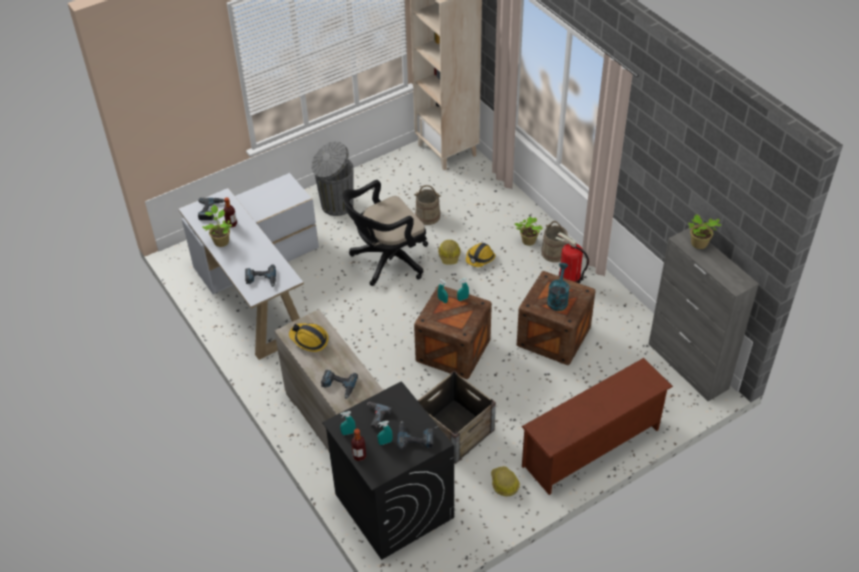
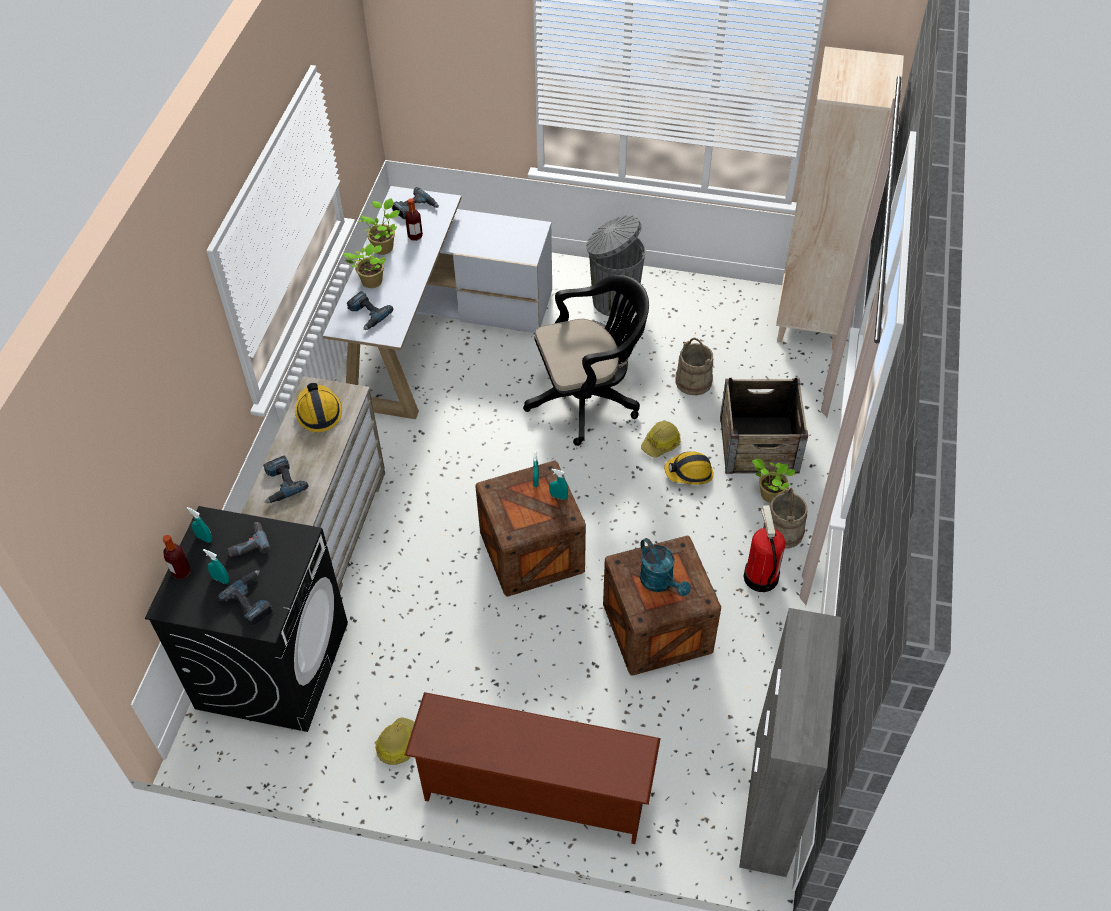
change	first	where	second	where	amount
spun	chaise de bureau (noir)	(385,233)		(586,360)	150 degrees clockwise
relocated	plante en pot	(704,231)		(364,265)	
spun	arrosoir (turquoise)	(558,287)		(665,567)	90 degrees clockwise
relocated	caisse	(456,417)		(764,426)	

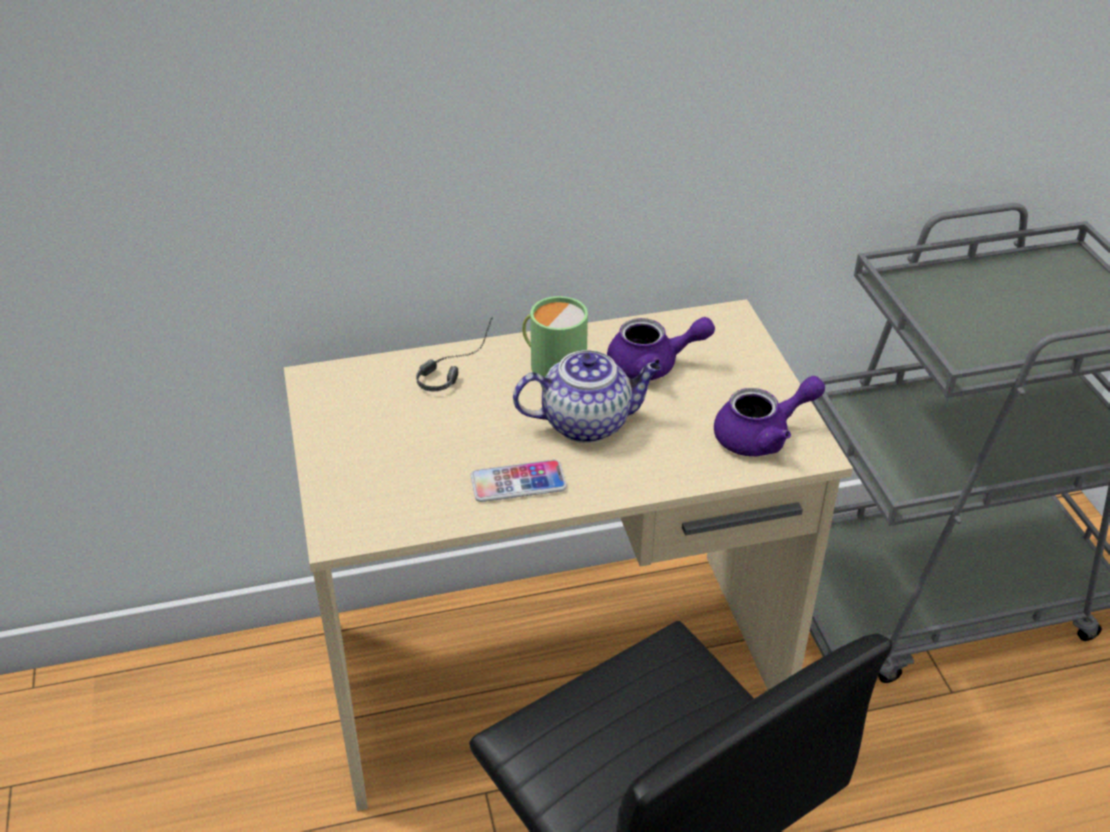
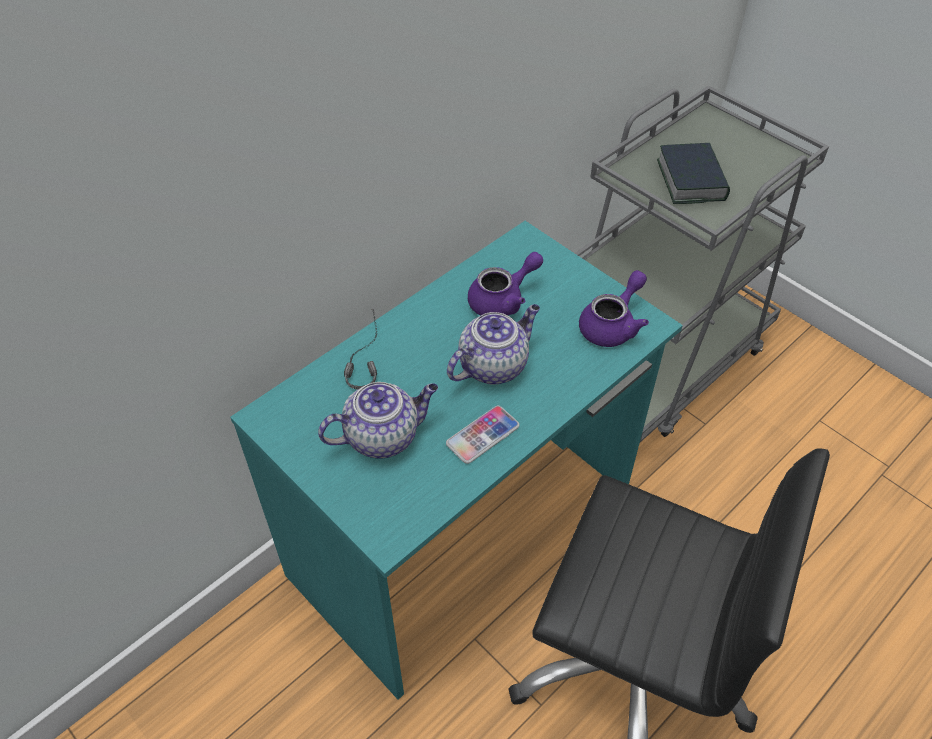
change	first	where	second	where	amount
missing	mug (vert)	(555,336)			
colour	bureau (beige)	(568,555)	bureau (turquoise)	(456,460)	
appeared			livre	(693,173)	
appeared			théière	(378,420)	

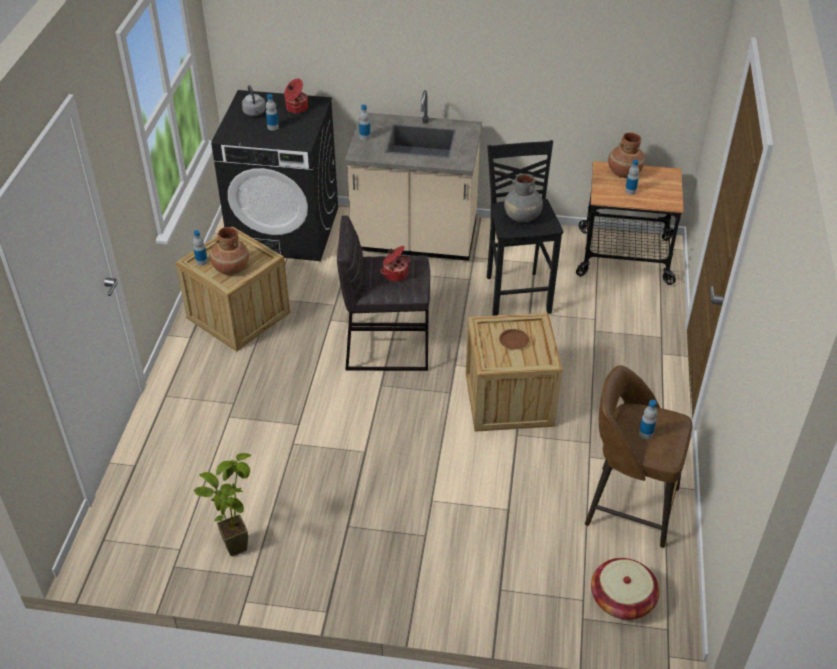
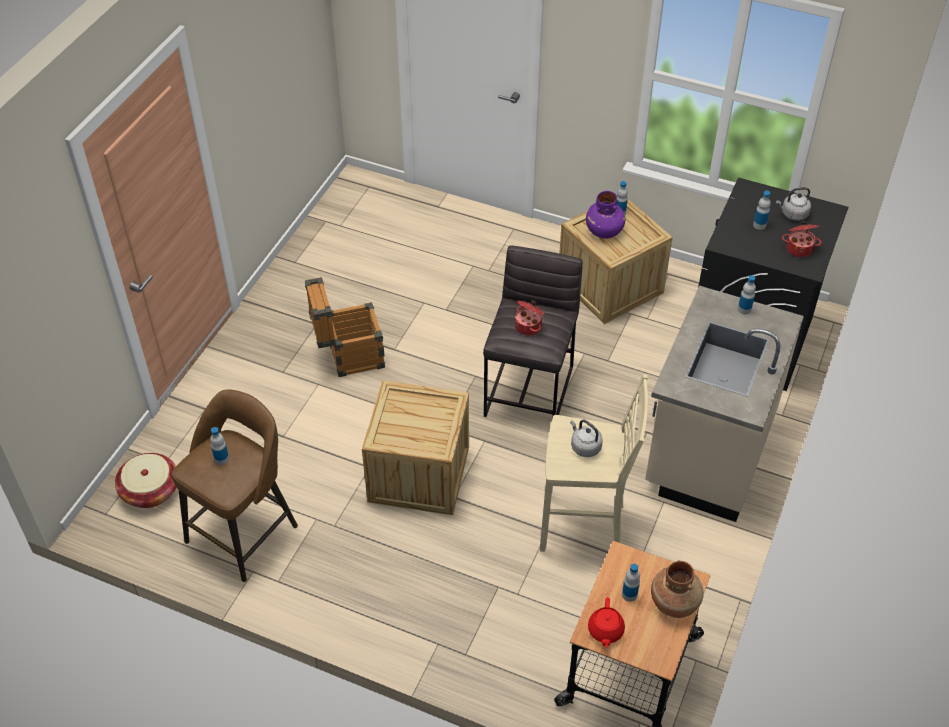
change	first	where	second	where	amount
colour	tabouret (noir)	(525,228)	tabouret (beige)	(594,463)	
exchanged	vase (gris)	(523,198)	bouilloire (gris)	(586,438)	
colour	vase (marron)	(229,251)	vase (violet)	(605,215)	
missing	assiette (marron)	(514,339)			
missing	plante en pot	(222,504)			
appeared			caisse	(345,327)	
appeared			théière (rouge)	(606,622)	

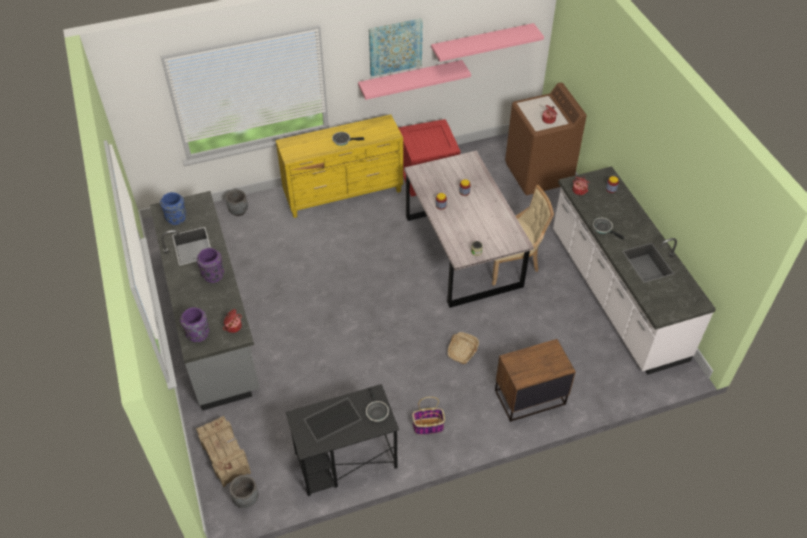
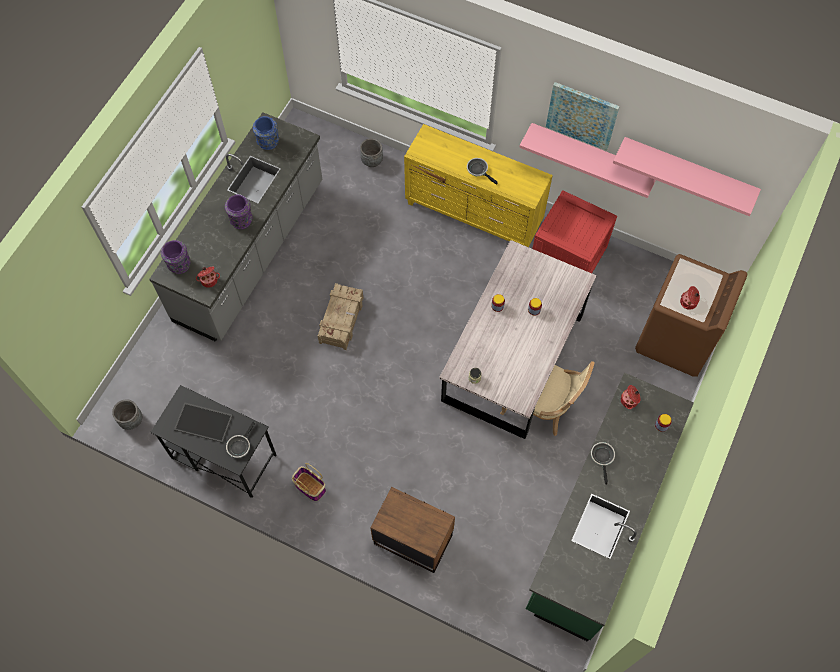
change	first	where	second	where	amount
colour	comptoir de cuisine (blanc)	(634,270)	comptoir de cuisine (vert)	(610,507)	
missing	panier	(463,348)			
relocated	caisse	(223,451)		(340,316)	

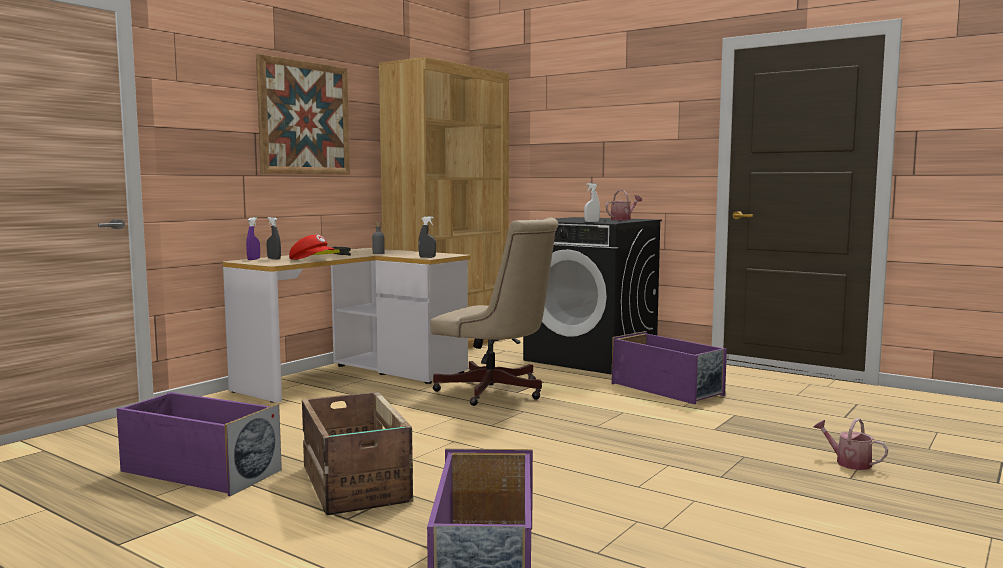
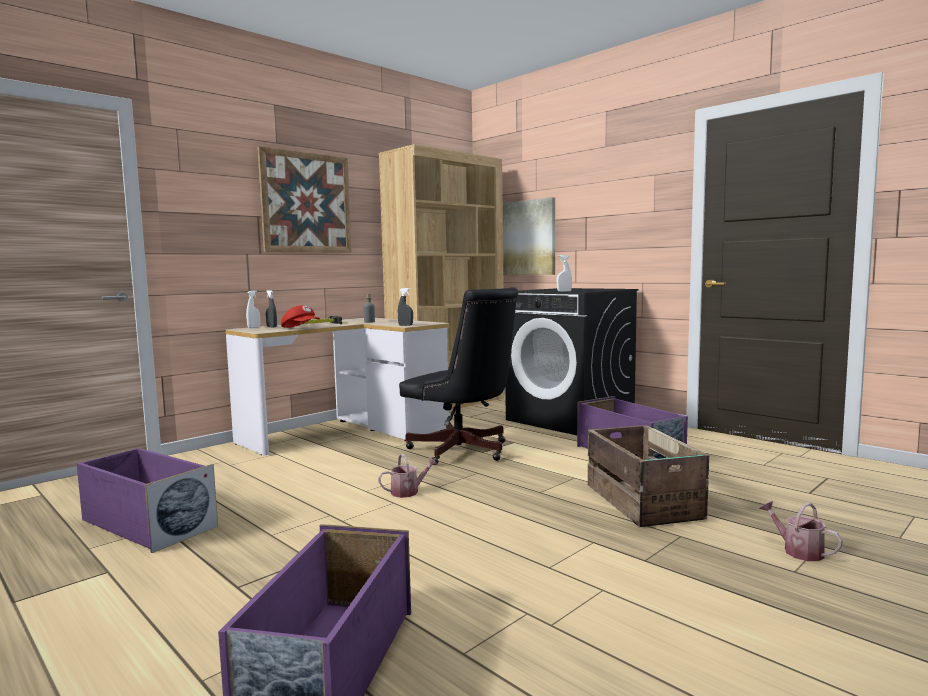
change	first	where	second	where	amount
relocated	arrosoir	(624,205)		(408,475)	
colour	vaporisateur (violet)	(253,238)	vaporisateur (blanc)	(253,309)	
colour	chaise de bureau (beige)	(494,311)	chaise de bureau (noir)	(459,375)	
relocated	caisse	(357,453)		(648,476)	
appeared			tableau	(529,236)	

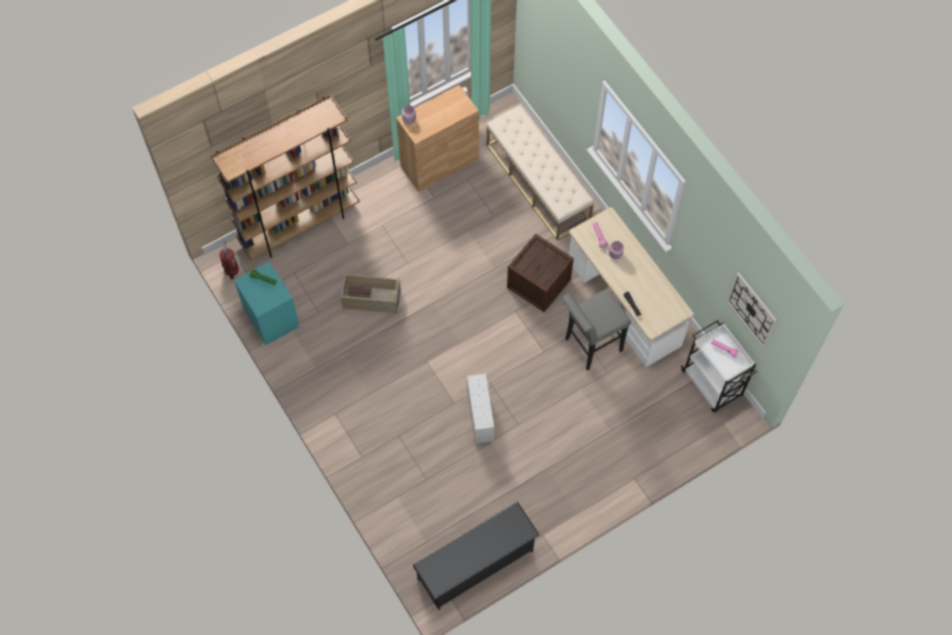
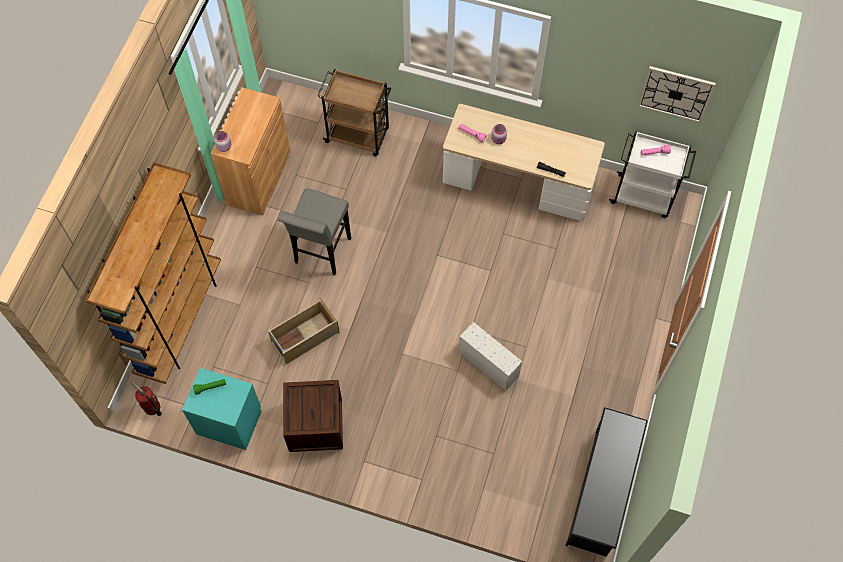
change	first	where	second	where	amount
exchanged	banc (beige)	(540,172)	chariot (marron)	(354,112)	
relocated	caisse	(540,272)		(313,416)	
relocated	tabouret (gris)	(596,330)		(314,231)	

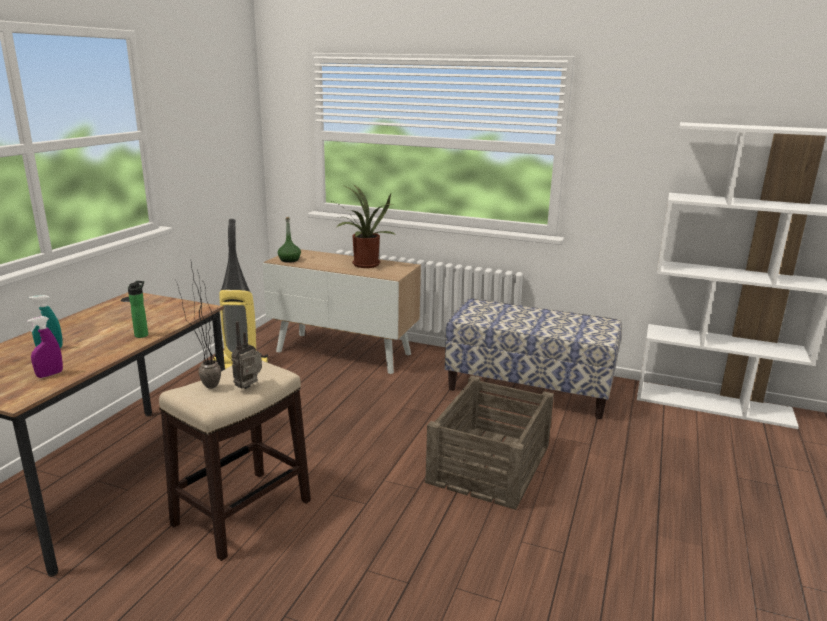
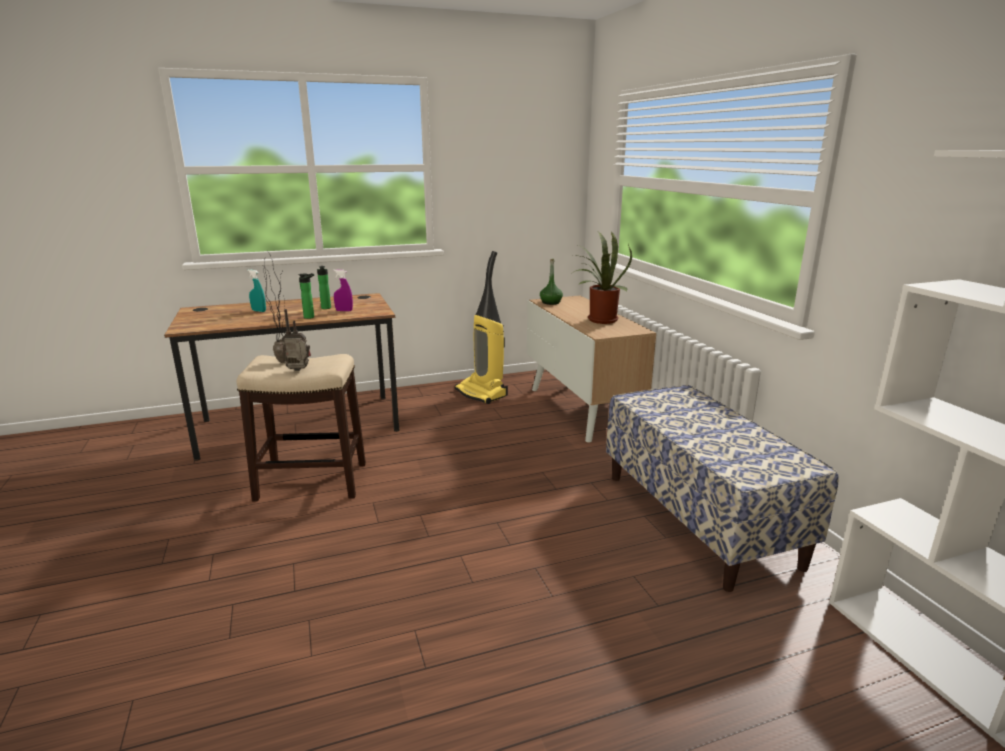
change	first	where	second	where	amount
relocated	vaporisateur (violet)	(45,347)		(343,290)	
missing	caisse	(489,443)			
appeared			bouteille	(324,287)	

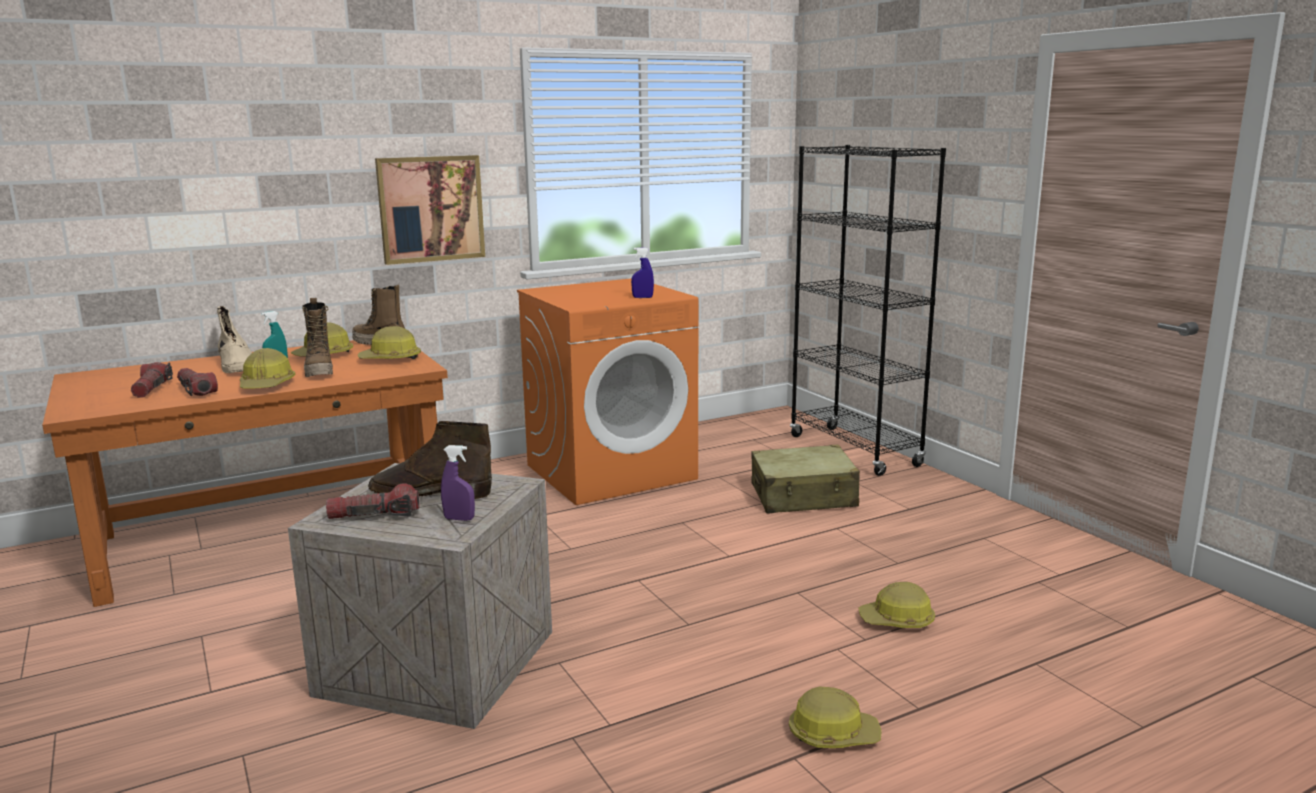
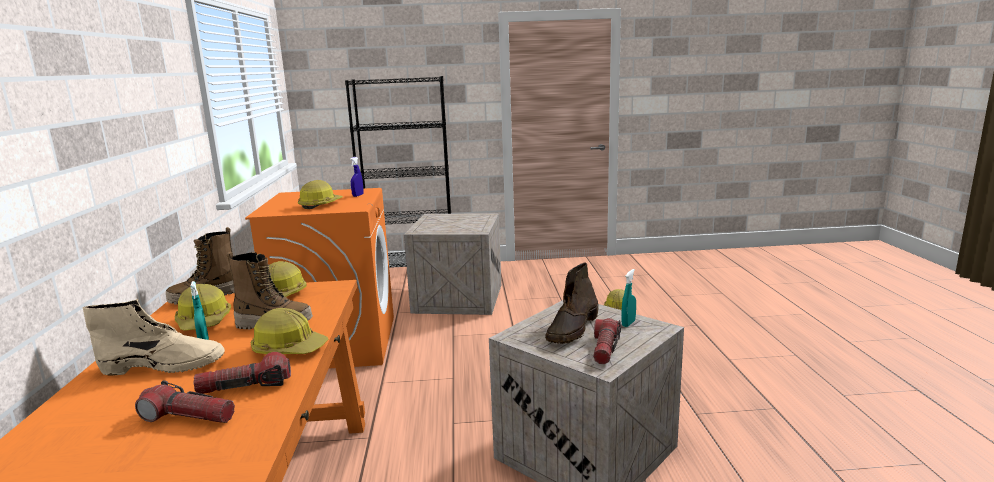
change	first	where	second	where	amount
missing	tableau	(430,210)			
colour	vaporisateur (violet)	(458,483)	vaporisateur (turquoise)	(628,298)	
exchanged	valise (beige)	(805,479)	caisse	(452,264)	
relocated	casque de chantier	(835,717)		(320,194)	

